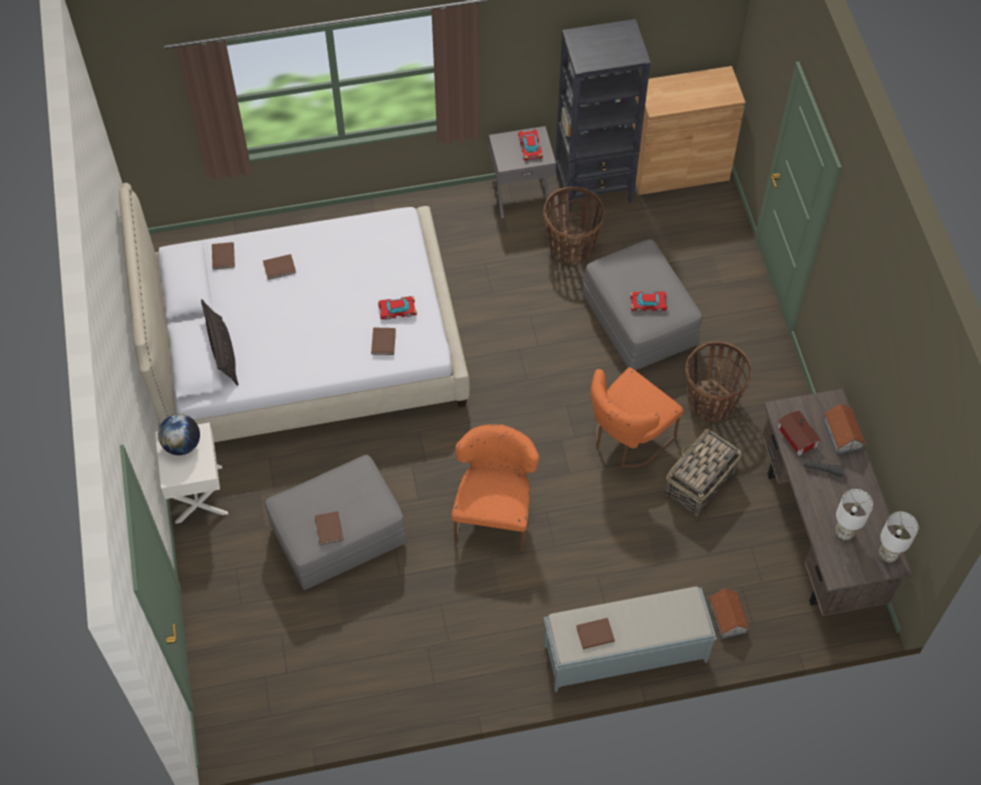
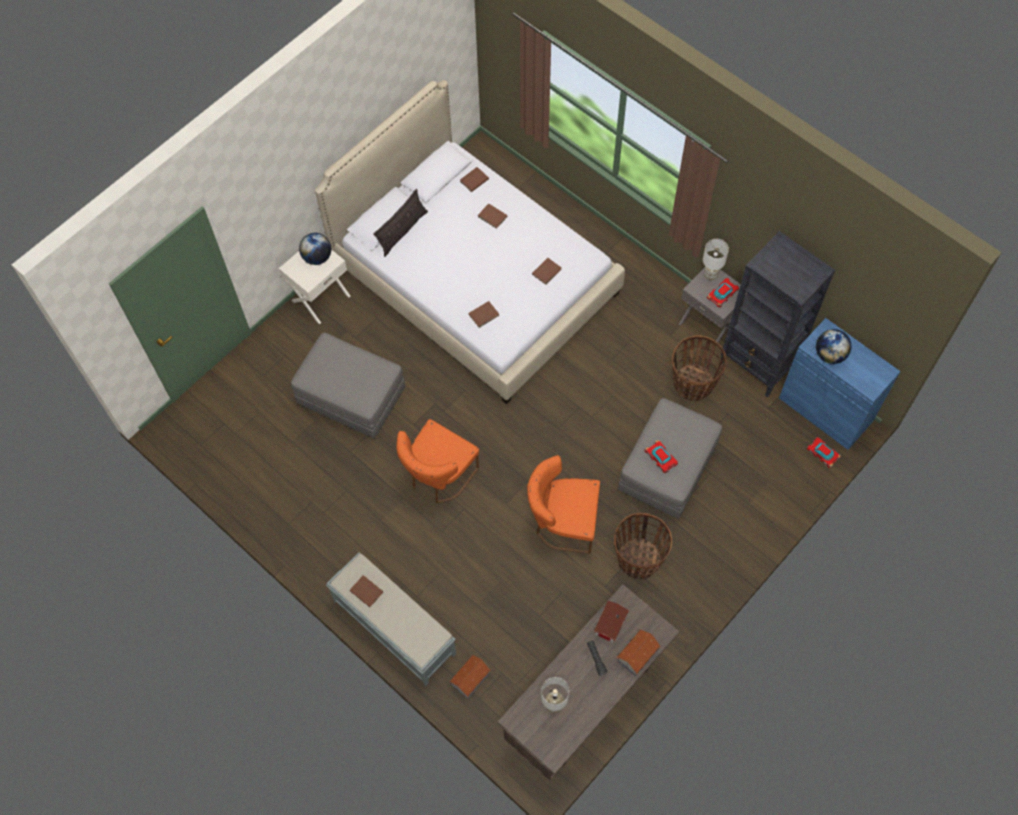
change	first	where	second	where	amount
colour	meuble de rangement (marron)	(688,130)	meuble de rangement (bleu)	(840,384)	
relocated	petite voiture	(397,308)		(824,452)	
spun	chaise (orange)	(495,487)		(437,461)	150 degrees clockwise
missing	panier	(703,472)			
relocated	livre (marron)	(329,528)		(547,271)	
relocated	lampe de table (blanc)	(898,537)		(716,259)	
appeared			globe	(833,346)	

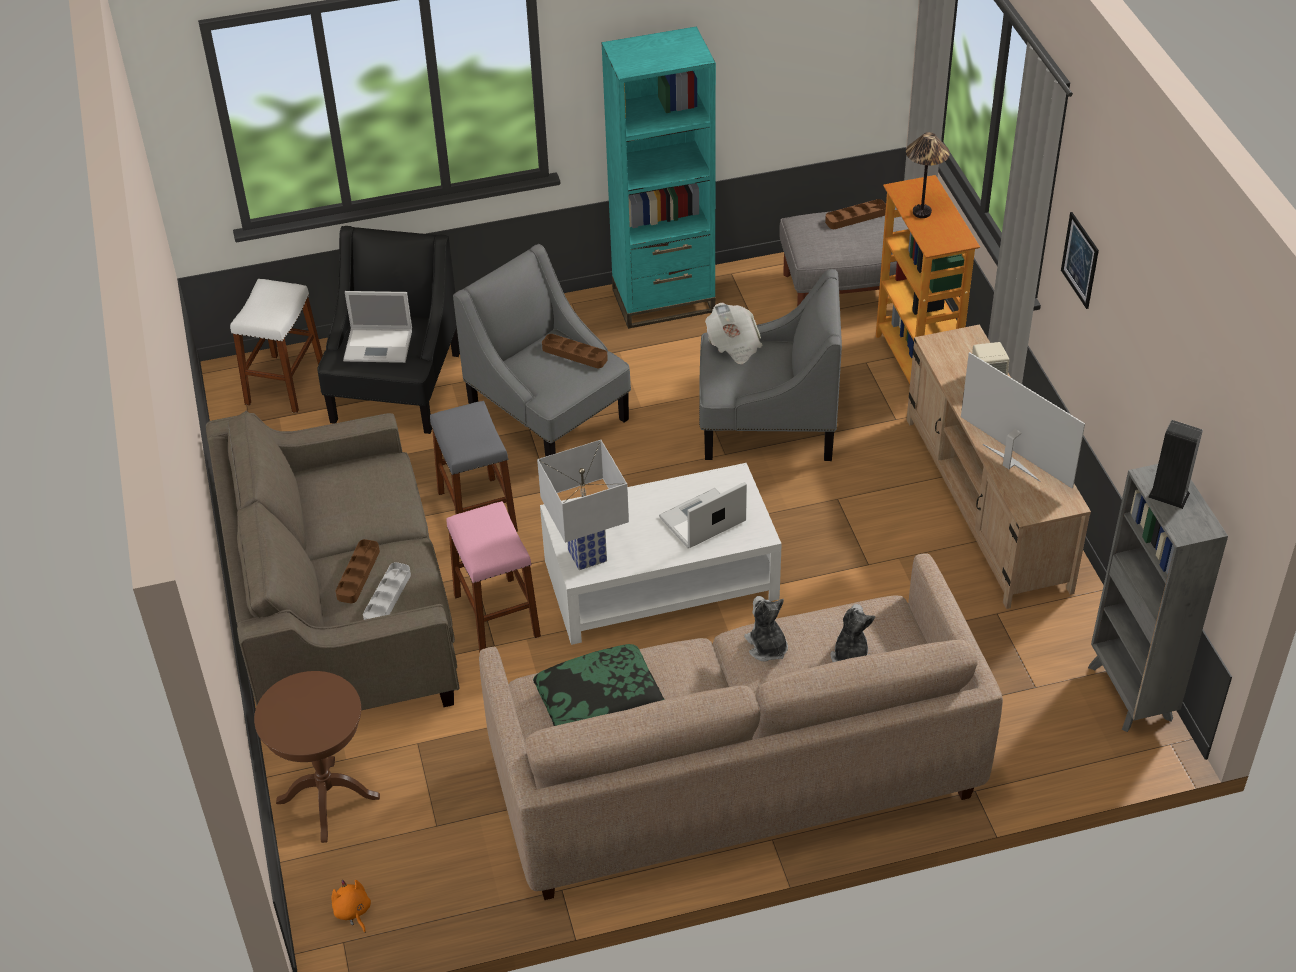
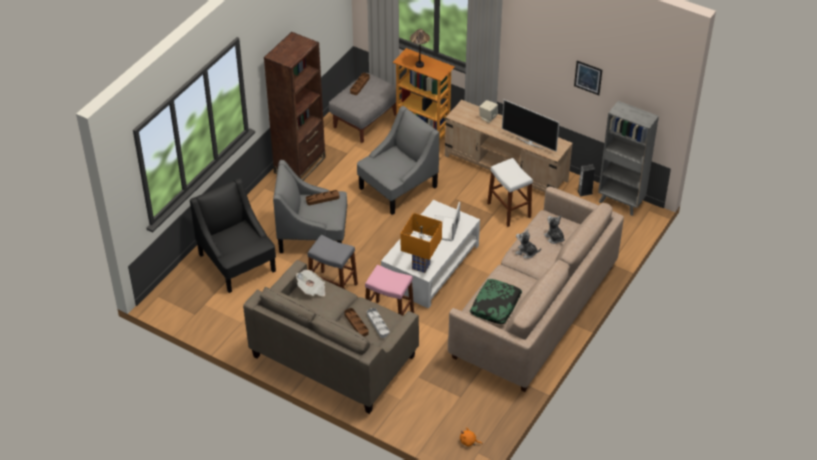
change	first	where	second	where	amount
colour	bibliothèque (turquoise)	(658,177)	bibliothèque (marron)	(295,106)	
relocated	tableau	(1080,260)		(588,77)	
relocated	tabouret (blanc)	(276,346)		(510,192)	
missing	ordinateur portable	(377,327)			
relocated	journal	(734,333)		(310,283)	
spun	téléviseur	(1023,420)		(530,125)	150 degrees counterclockwise
relocated	enceinte	(1175,464)		(586,180)	
colour	lampe de table (blanc)	(583,505)	lampe de table (orange)	(421,243)	
missing	table d'appoint (marron)	(317,757)			

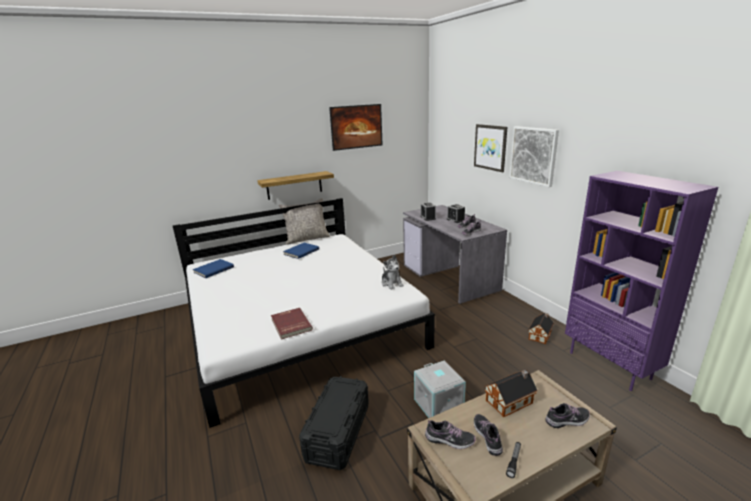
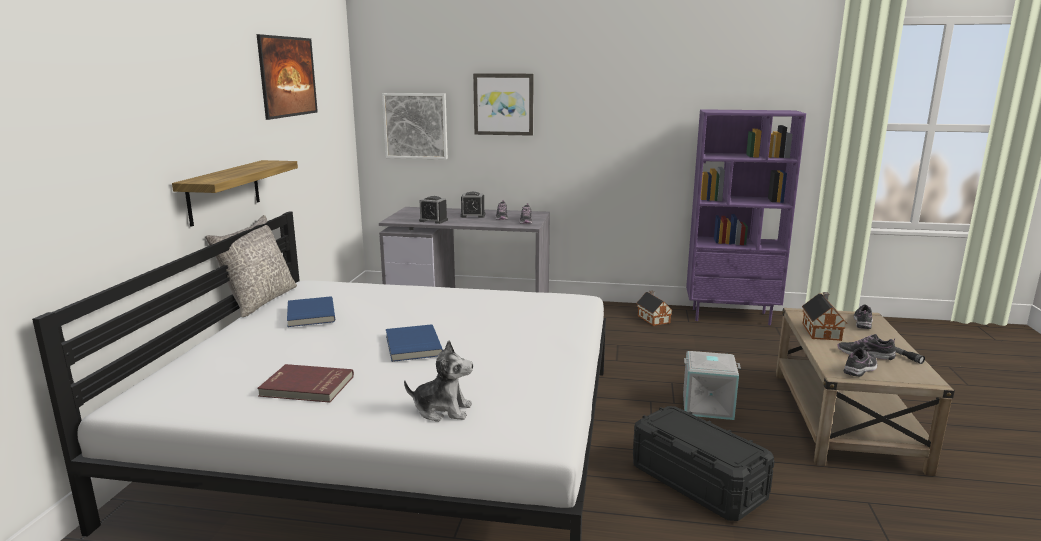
change	first	where	second	where	amount
relocated	tableau	(534,156)		(415,126)	
relocated	peluche	(392,272)		(438,381)	
relocated	livre (bleu)	(213,268)		(414,343)	
relocated	livre (rouge)	(292,324)		(305,383)	

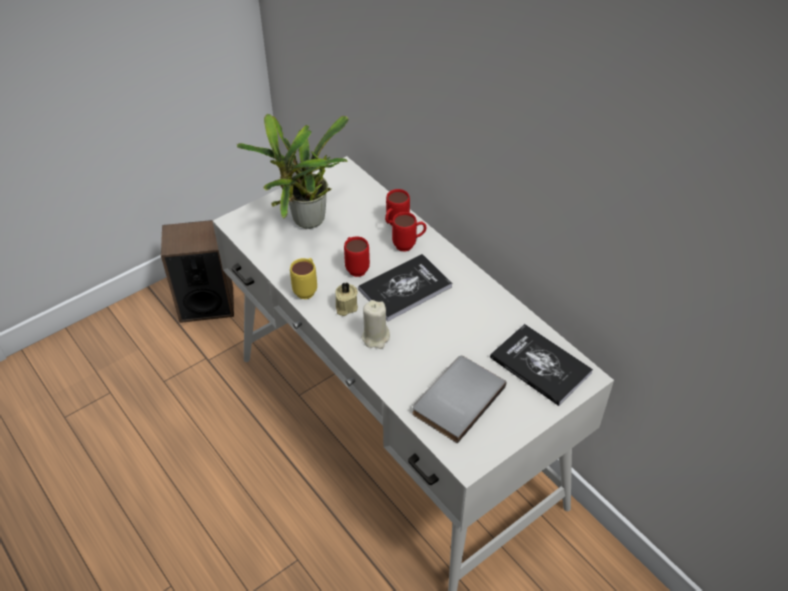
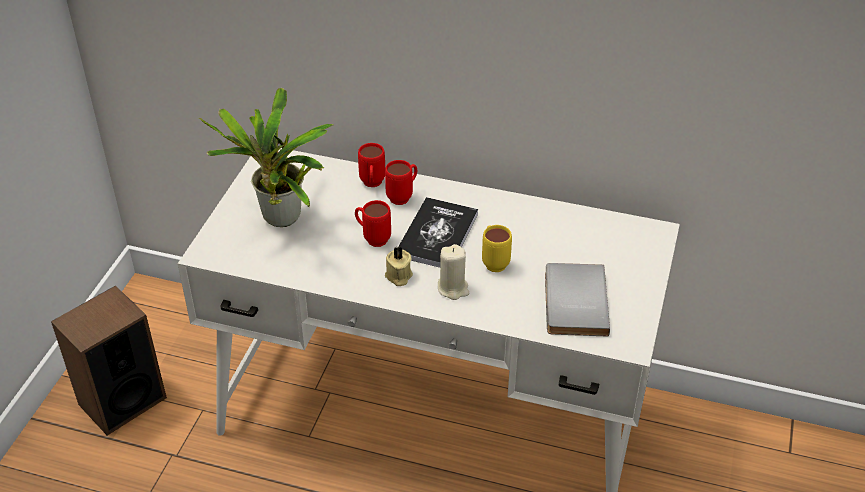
change	first	where	second	where	amount
relocated	mug (jaune)	(303,278)		(497,248)	
missing	livre	(541,365)			

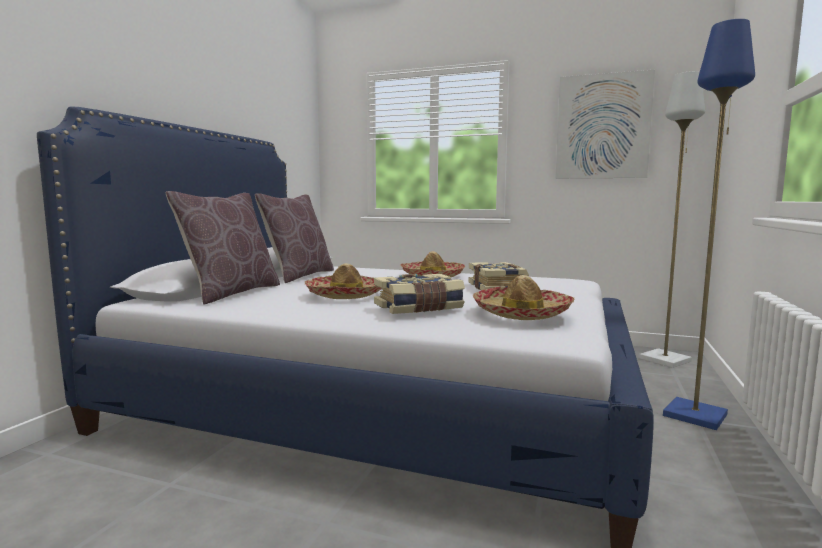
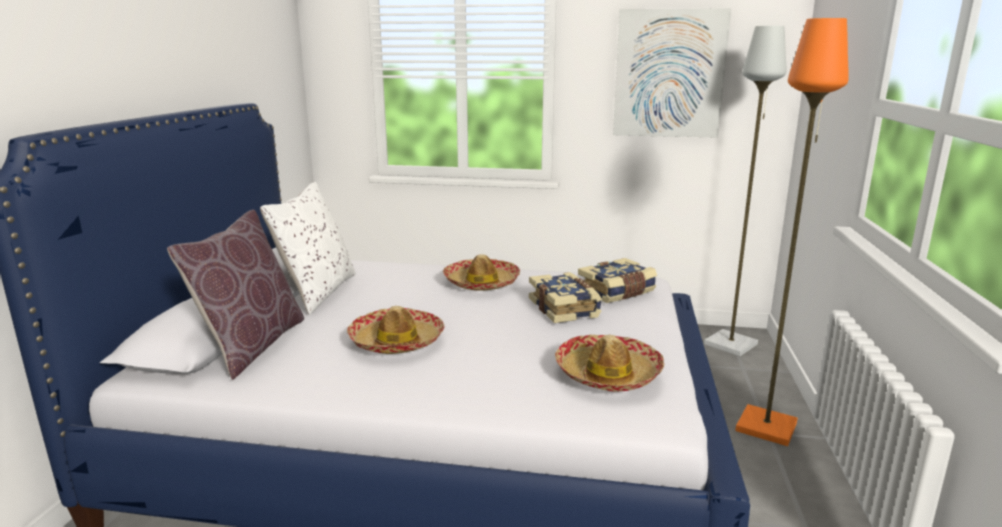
change	first	where	second	where	amount
colour	lampadaire (bleu)	(709,224)	lampadaire (orange)	(792,232)	
colour	coussin (marron)	(294,238)	coussin (blanc)	(308,248)	
relocated	livre	(419,294)		(617,280)	

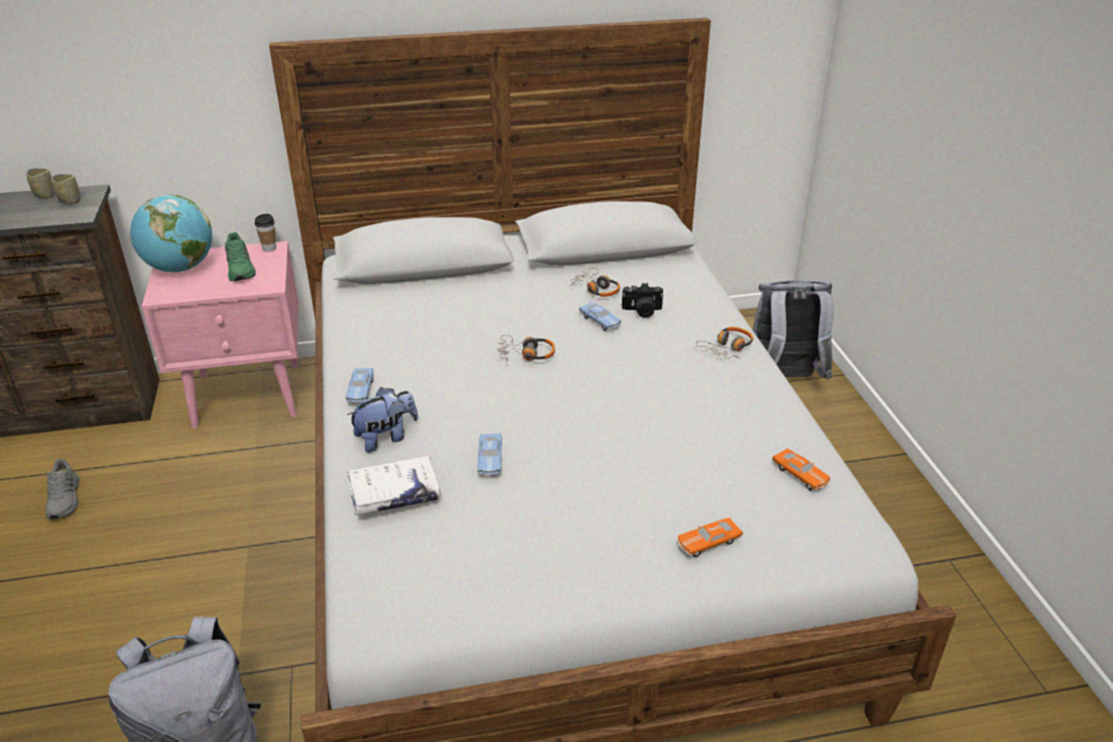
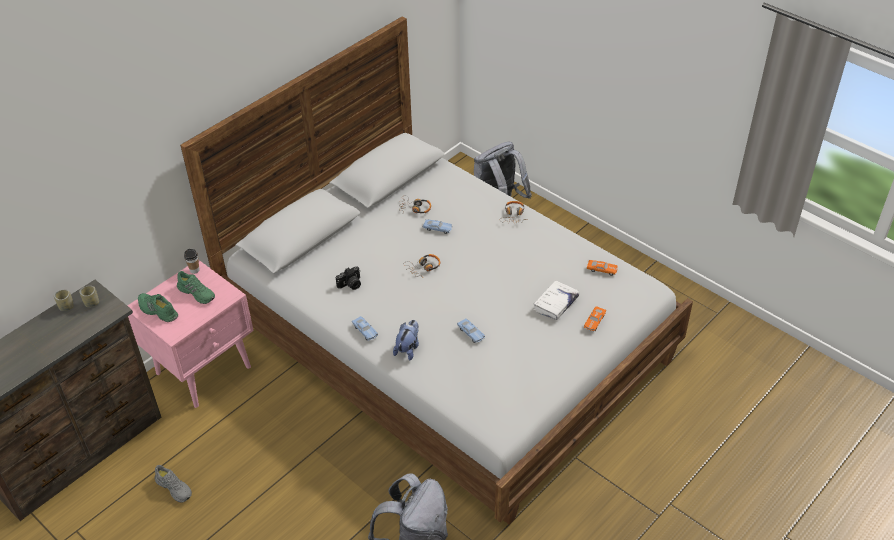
change	first	where	second	where	amount
exchanged	globe	(171,233)	chaussure (vert)	(158,307)	
relocated	appareil photo	(643,300)		(348,278)	
relocated	livre (blanc)	(393,485)		(556,300)	

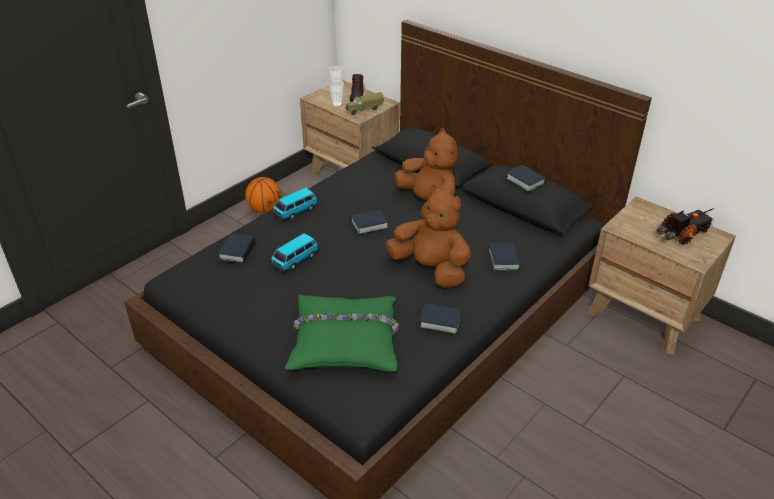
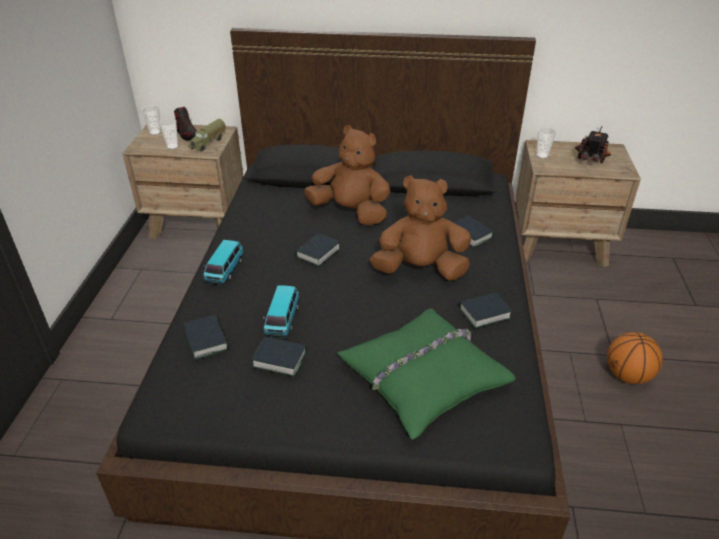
change	first	where	second	where	amount
relocated	livre	(526,178)		(279,356)	
relocated	ballon de basket	(263,195)		(635,358)	
appeared			tasse	(546,142)	

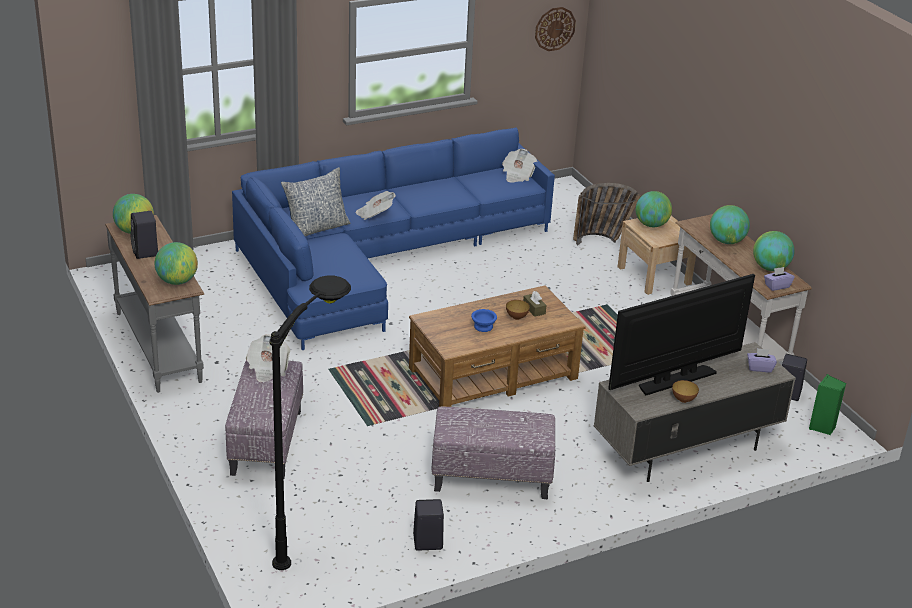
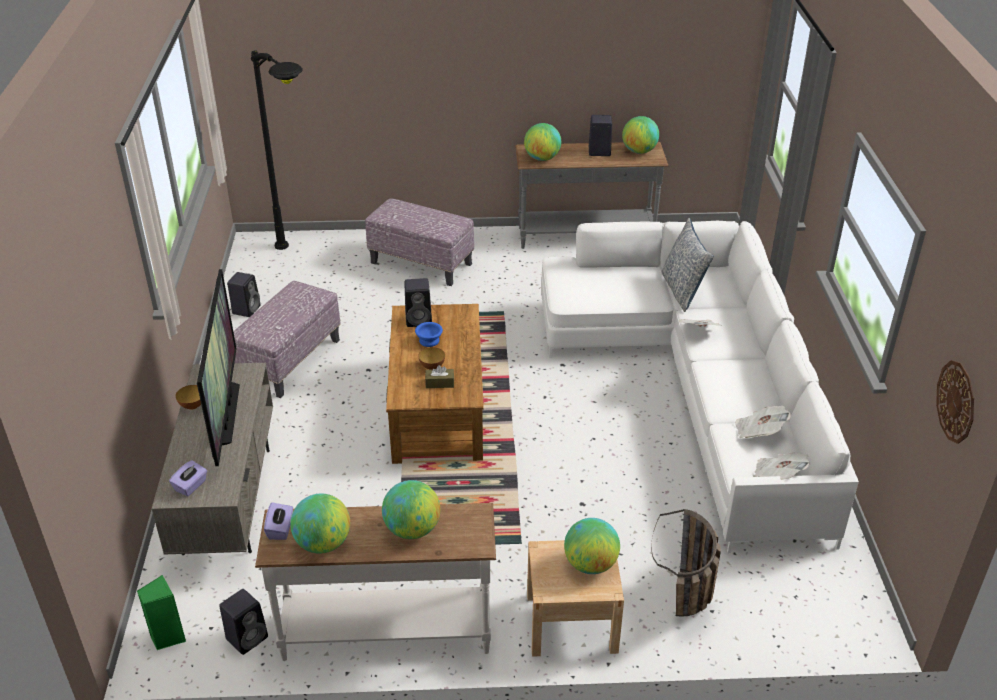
change	first	where	second	where	amount
colour	canapé (bleu)	(393,238)	canapé (blanc)	(700,387)	
relocated	journal	(268,358)		(763,422)	
appeared			enceinte (noir)	(418,302)	

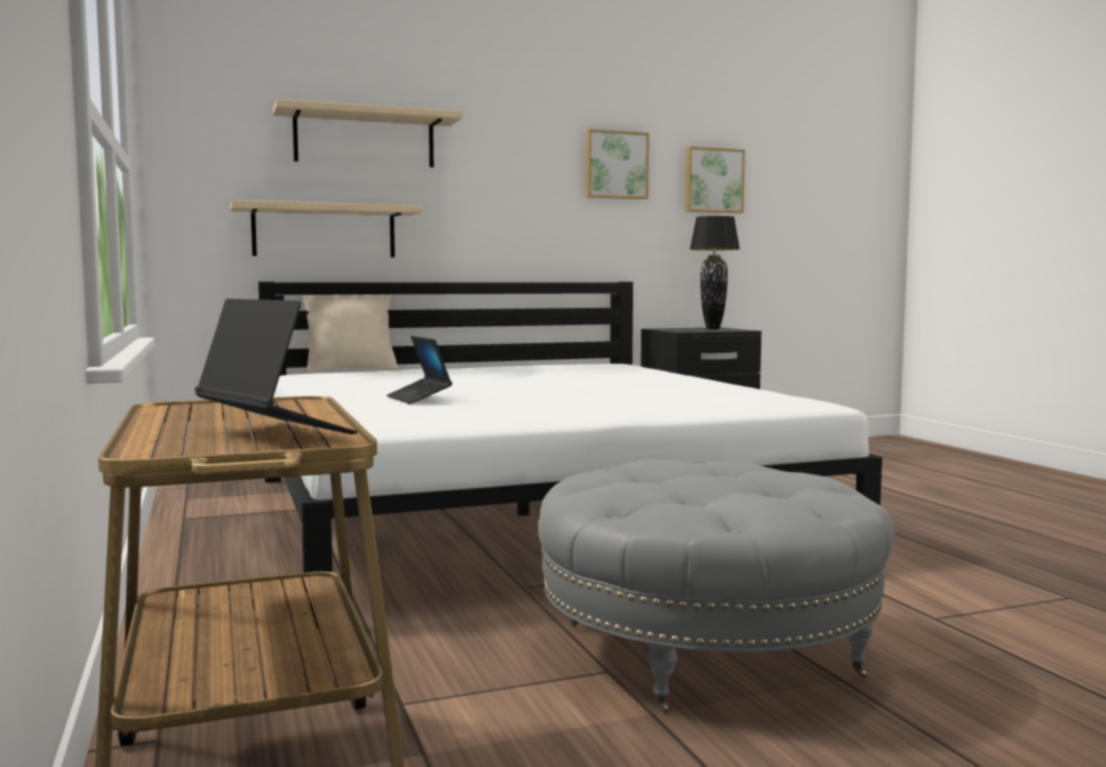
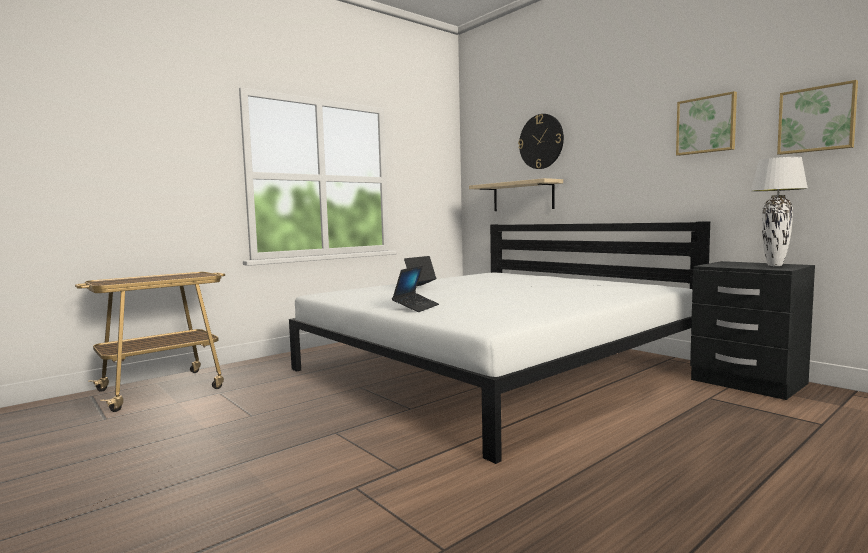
change	first	where	second	where	amount
exchanged	étagère (beige)	(368,133)	horloge murale	(541,141)	
colour	lampe de table (noir)	(714,272)	lampe de table (blanc)	(779,211)	
missing	coussin (beige)	(350,333)			
relocated	ordinateur portable	(276,367)		(415,289)	
missing	pouf (gris)	(716,586)			

